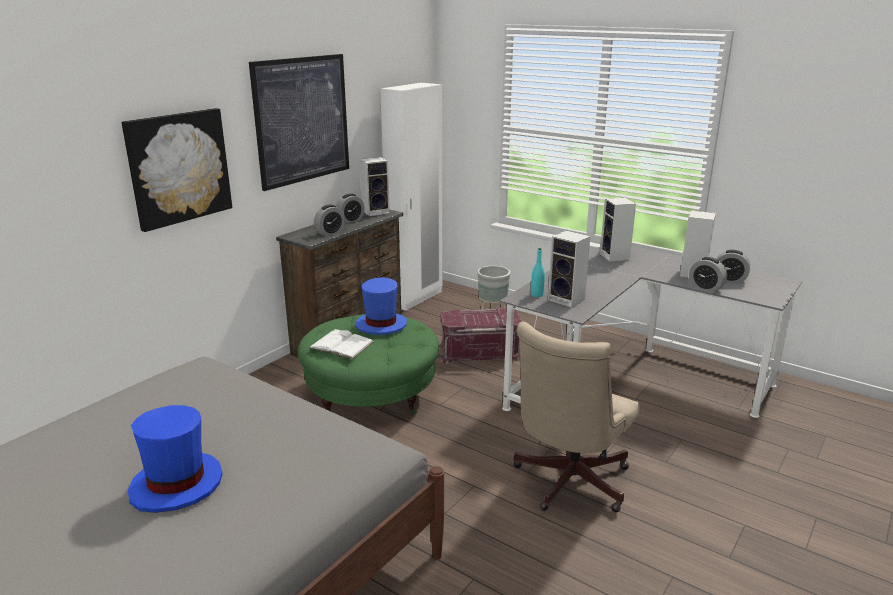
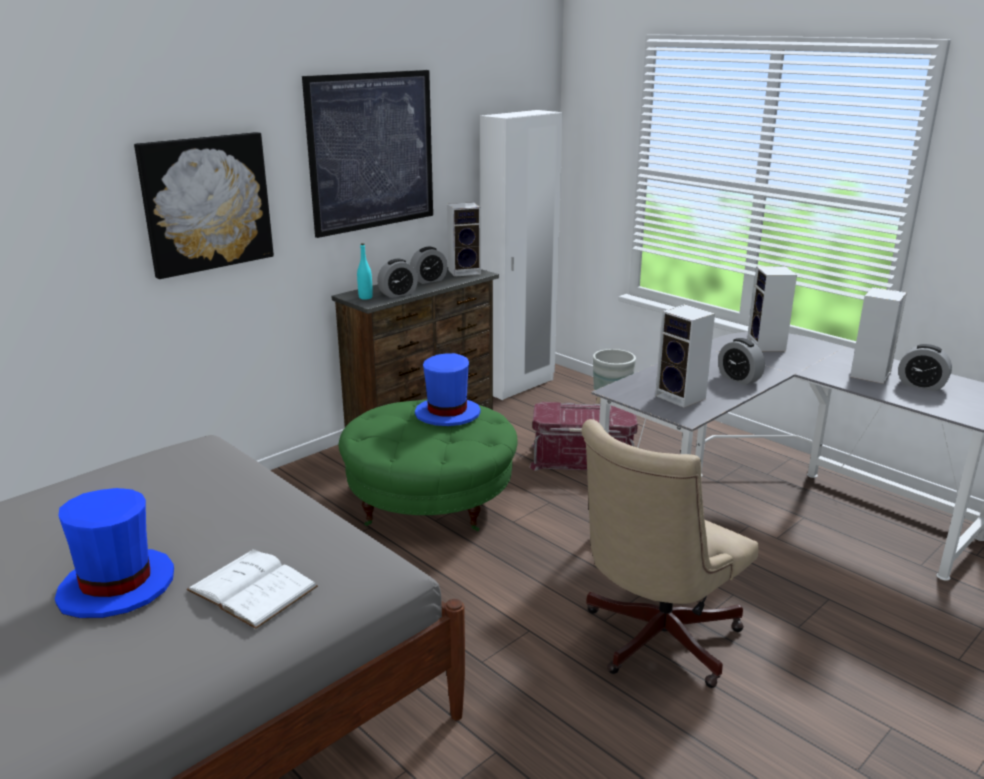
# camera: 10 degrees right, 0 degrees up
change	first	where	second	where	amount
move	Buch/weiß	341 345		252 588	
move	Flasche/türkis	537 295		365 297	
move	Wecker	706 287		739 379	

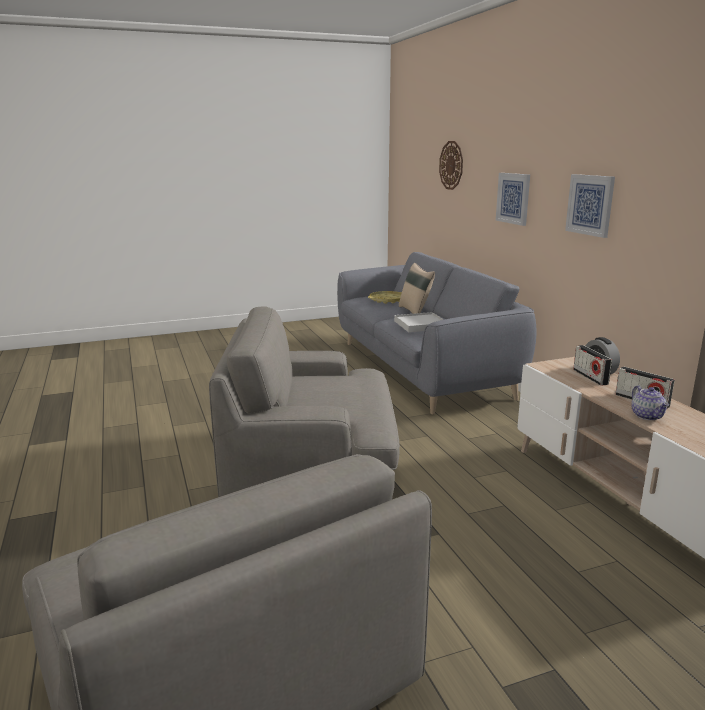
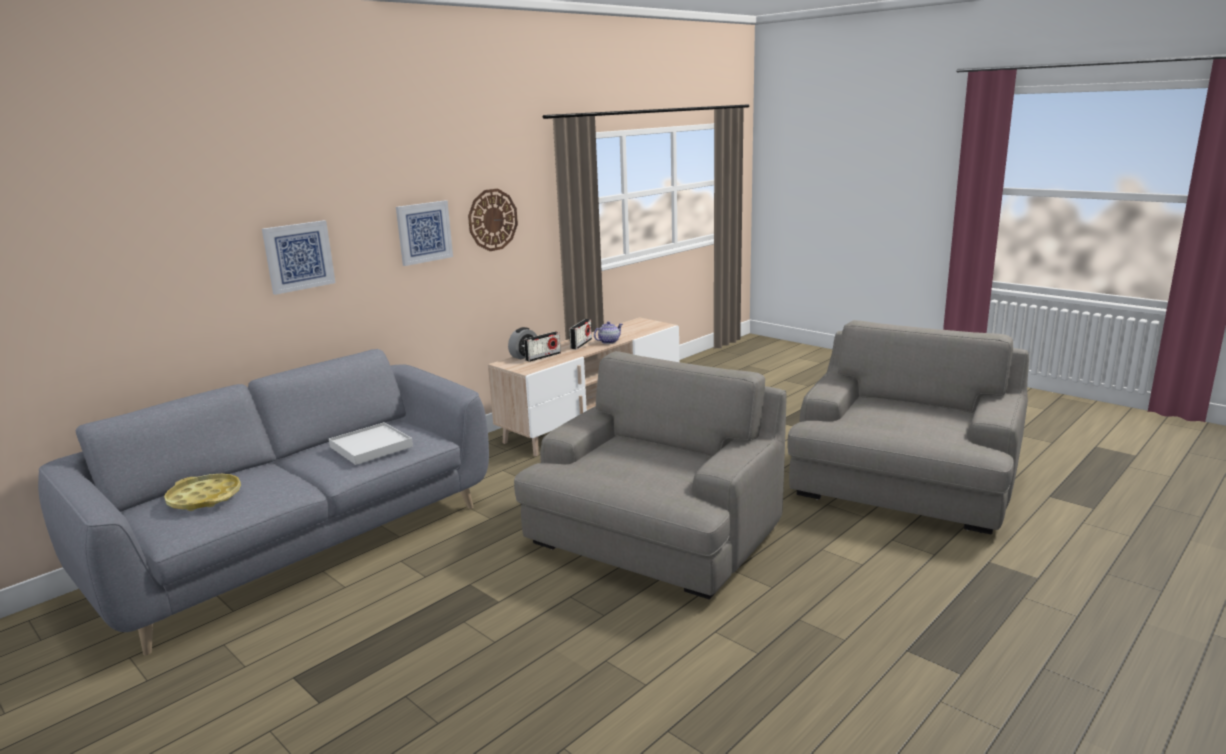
# camera: 115 degrees left, 0 degrees up
change	first	where	second	where	amount
rotate	Sessel/grau	312 466		654 537	120 degrees counterclockwise
delete	Kissen/beige	415 312			
move	Wanduhr	451 165		492 220	

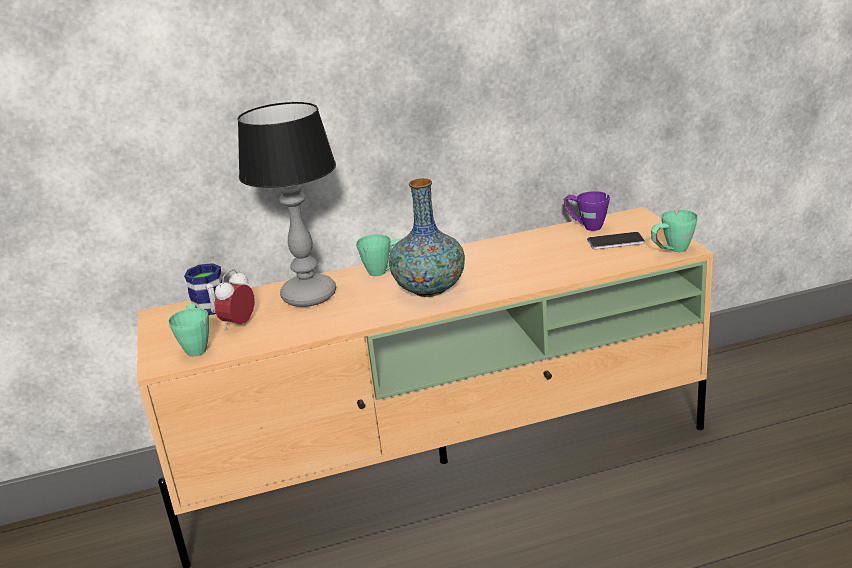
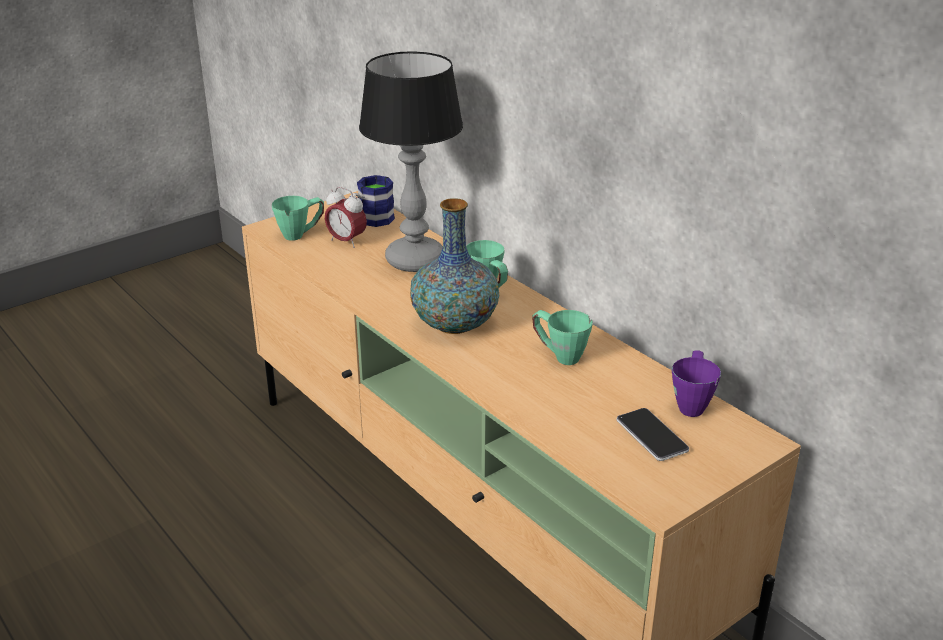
# camera: 65 degrees right, 5 degrees up
change	first	where	second	where	amount
rotate	Wecker	239 324		346 241	150 degrees counterclockwise
move	Henkelbecher/grün	671 250		559 355	

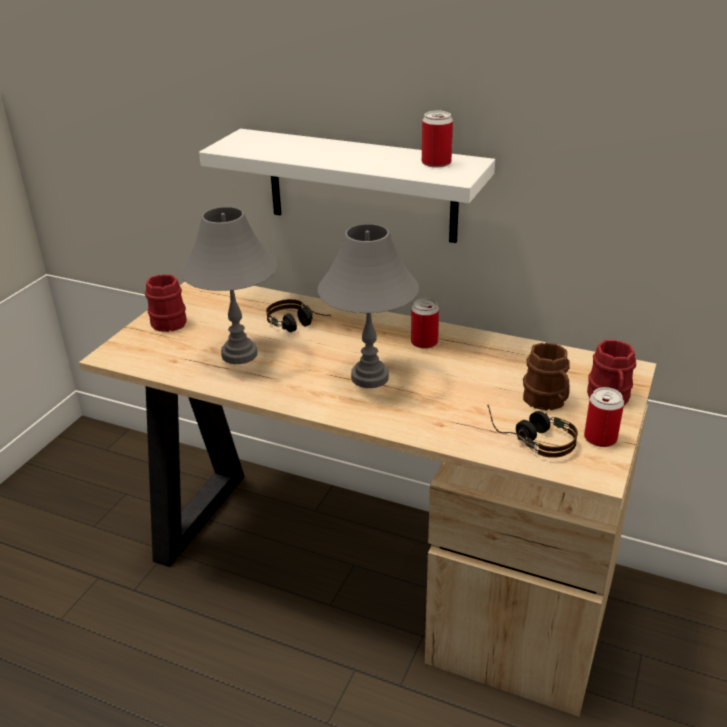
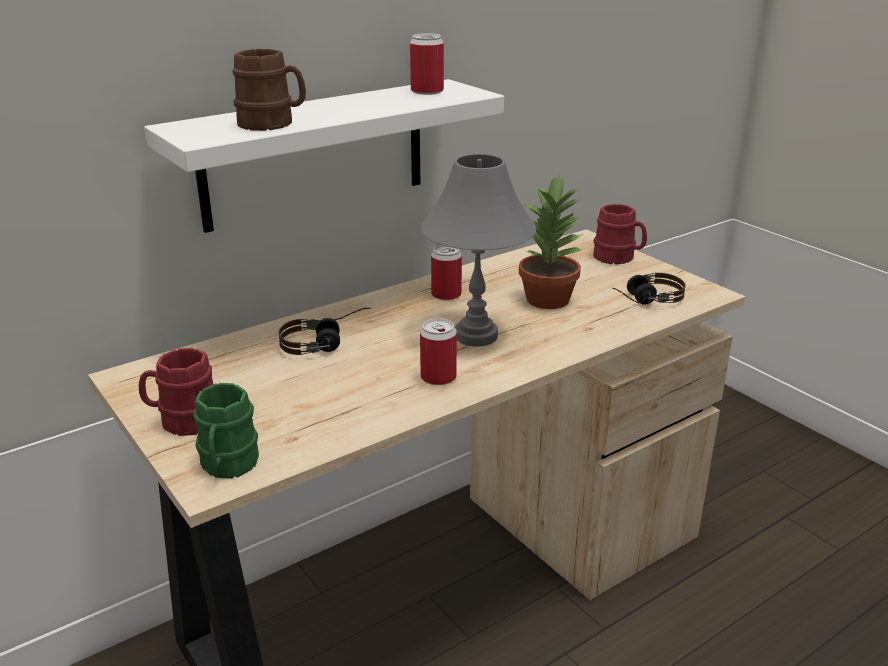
# camera: 60 degrees left, 5 degrees down
change	first	where	second	where	amount
delete	Tischlampe/grau	240 354			
move	Henkelbecher/braun	547 402		273 124	
move	Dose	600 438		438 377	
insert			Henkelbecher/grün	227 466	
insert			Topfpflanze	549 299	

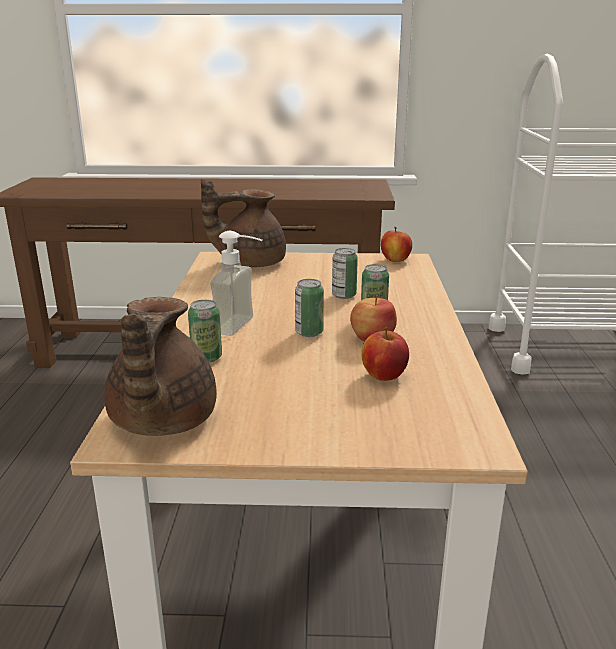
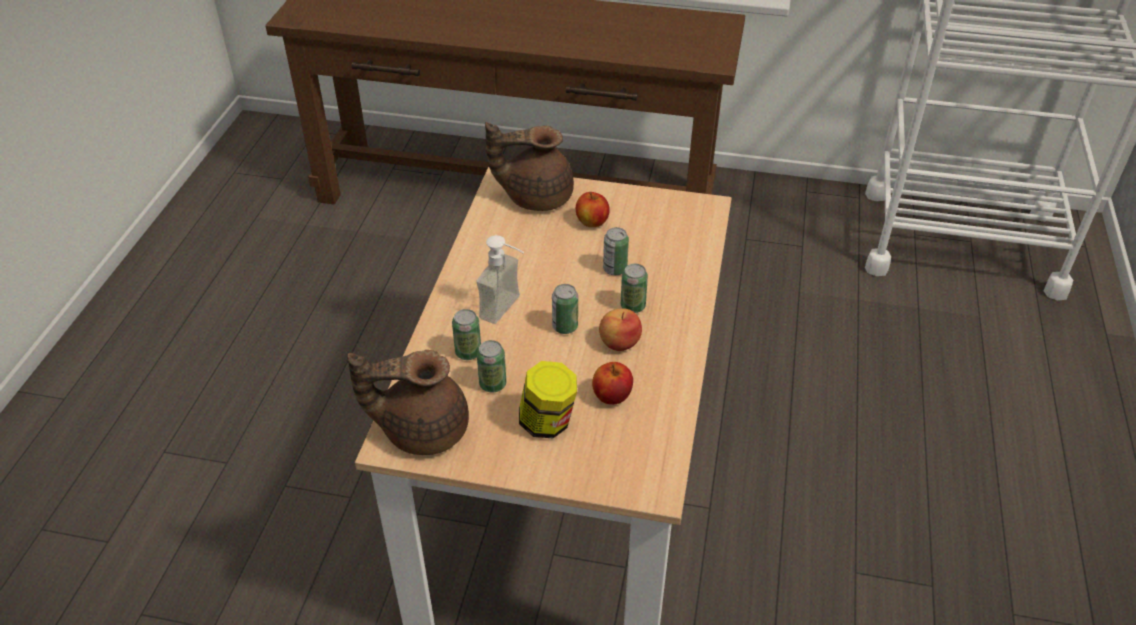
# camera: 10 degrees right, 20 degrees up
change	first	where	second	where	amount
rotate	Teekanne/braun	160 422		422 429	75 degrees clockwise
move	Apfel	395 260		592 222	
insert			Dose	492 384	
insert			Vorratsglas	547 423	

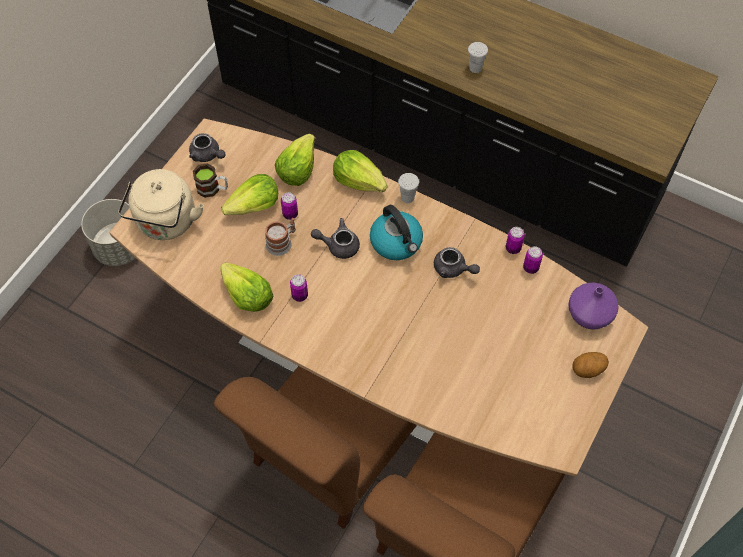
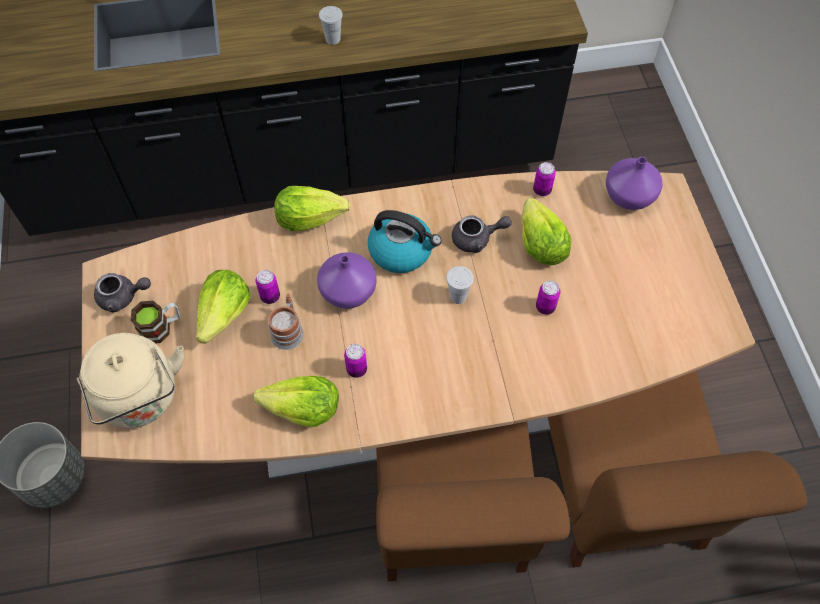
# camera: 40 degrees left, 0 degrees up
change	first	where	second	where	amount
move	Salatkopf	297 169		540 244	
replace	Teekanne/grau	338 245	Vase/lila	348 293	
move	Tasse/weiß	407 197		458 296	
move	Dose	513 248		545 307	
delete	Kartoffel	588 370			

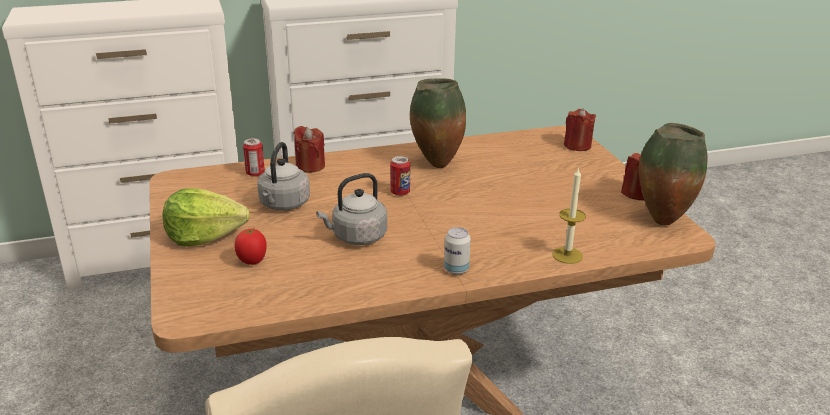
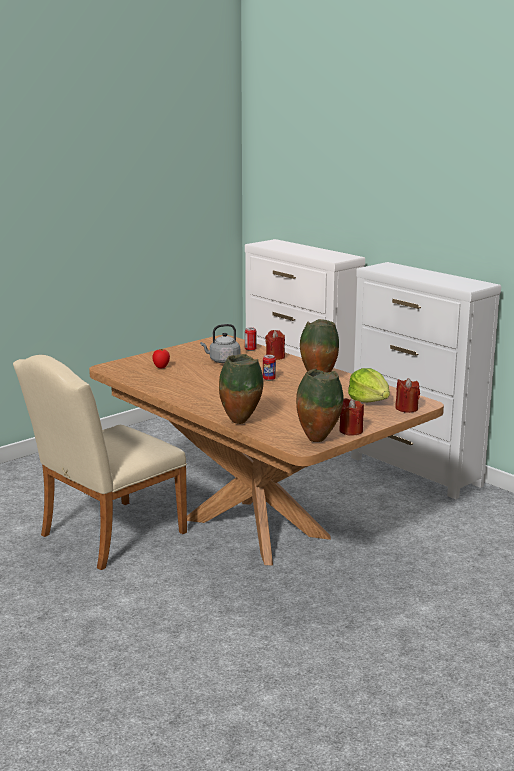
# camera: 65 degrees right, 10 degrees down
change	first	where	second	where	amount
move	Salatkopf	204 235		369 400	
delete	Wasserkessel/grau	356 237			
delete	Dose	456 269			
replace	Kerze	567 255	Vase	241 422	

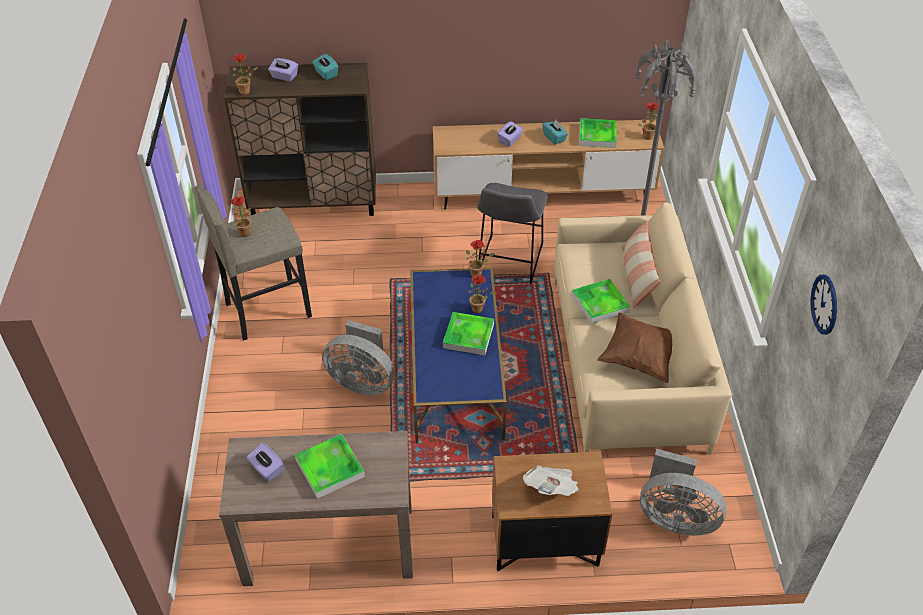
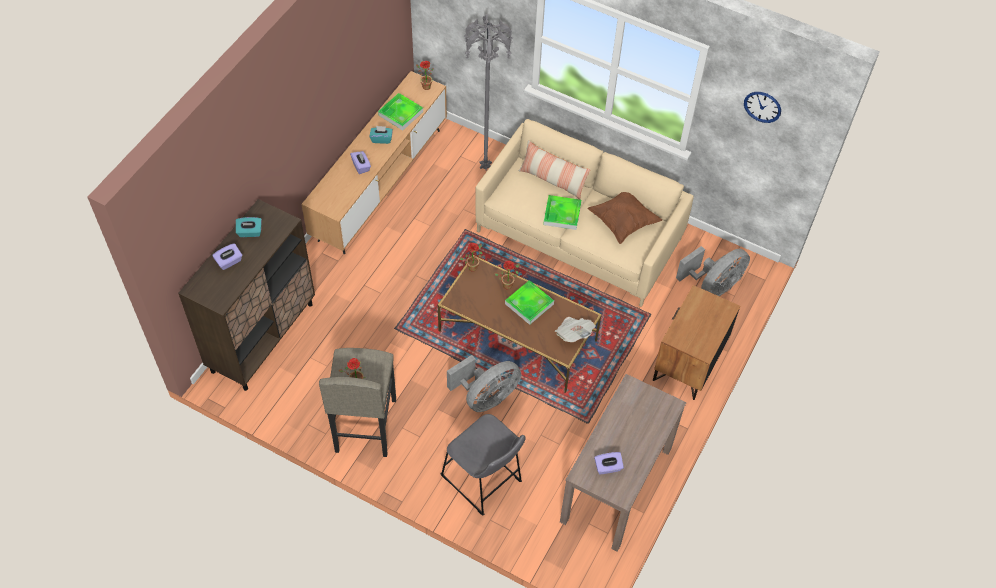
# camera: 60 degrees left, 10 degrees up
change	first	where	second	where	amount
delete	Topfpflanze	247 91			
delete	Tablett	330 468			
recolor	Couchtisch/blau	456 371	Couchtisch/braun	518 336	
move	Hocker/grau	508 262		484 482	
move	Zeitung	551 488		574 334	

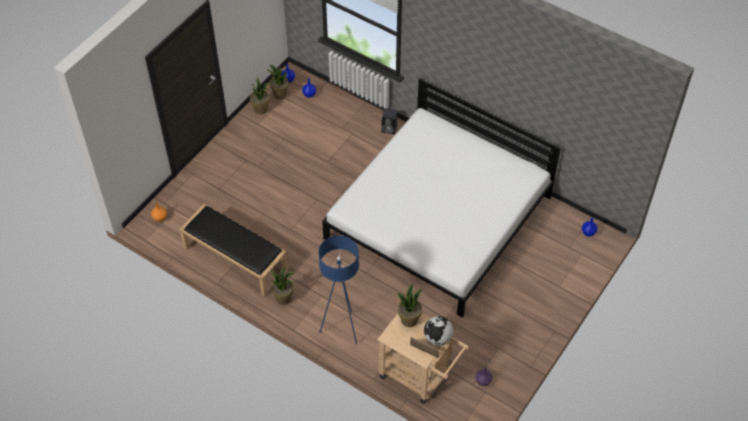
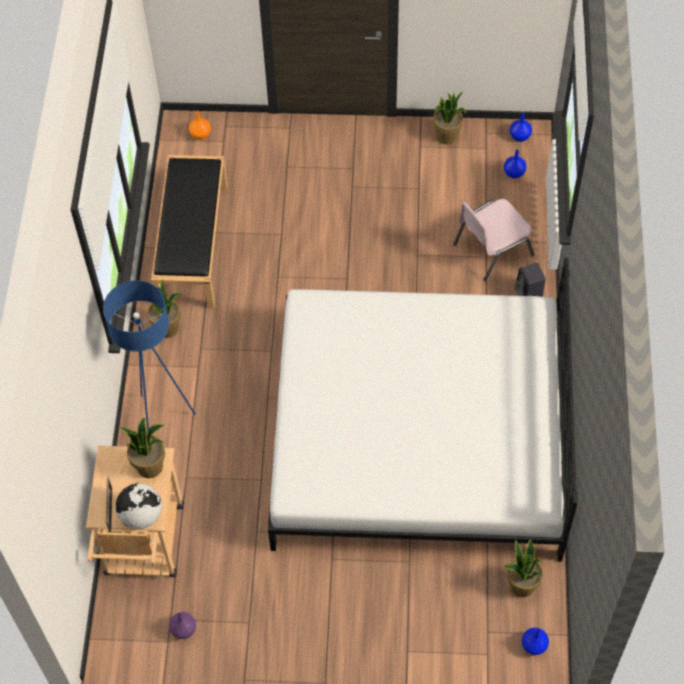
# camera: 60 degrees right, 5 degrees up
change	first	where	second	where	amount
move	Topfpflanze	279 94		521 585	
insert			Stuhl/rosa	491 249	

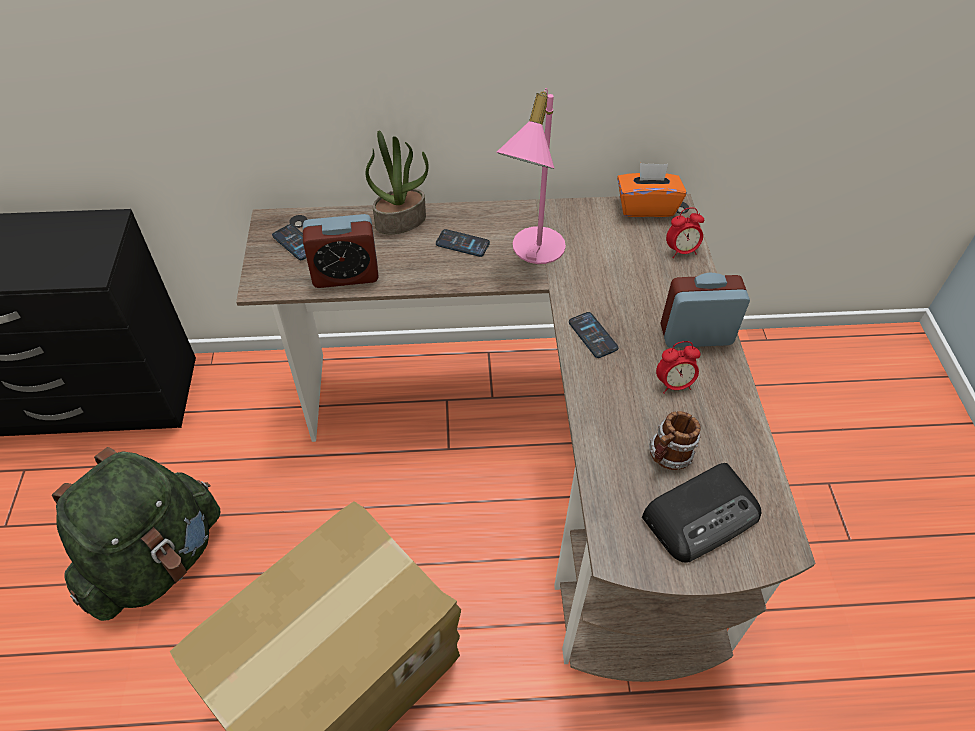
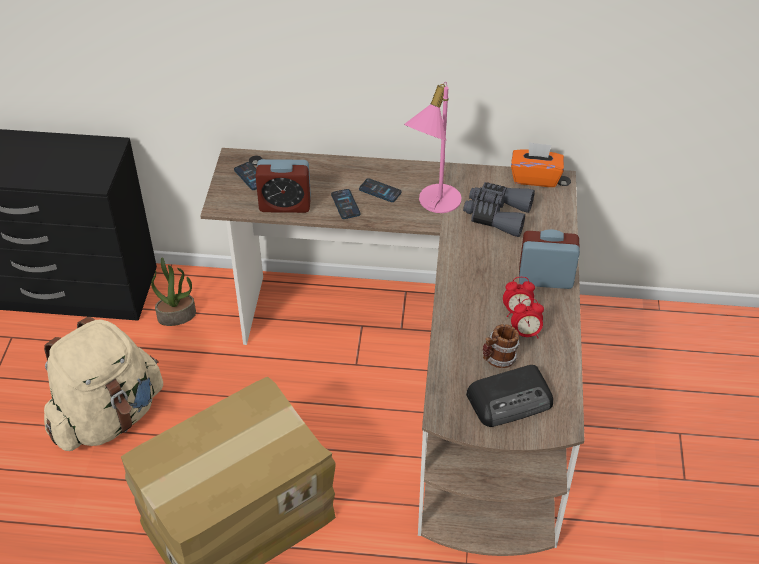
# camera: 10 degrees right, 5 degrees down
change	first	where	second	where	amount
recolor	Rucksack/grün	157 560	Rucksack/beige	108 417	
move	Topfpflanze	401 220		177 315	
move	Handy	593 335		345 204	
move	Wecker	681 251		526 333	
insert			Fernglas/grau	497 215	

